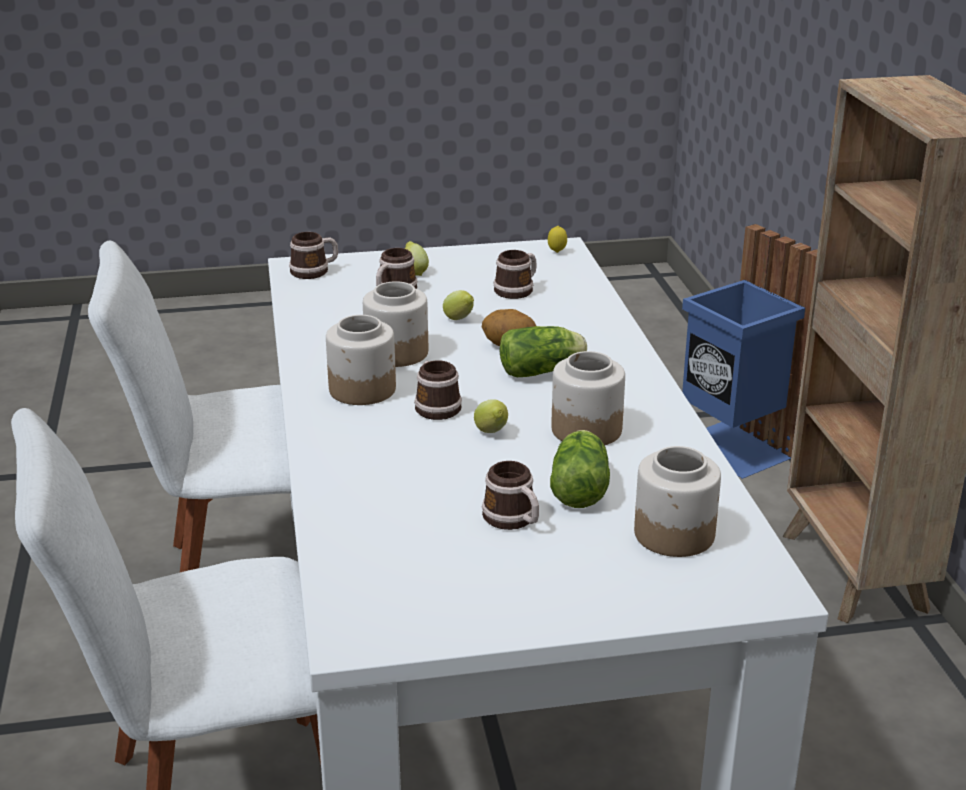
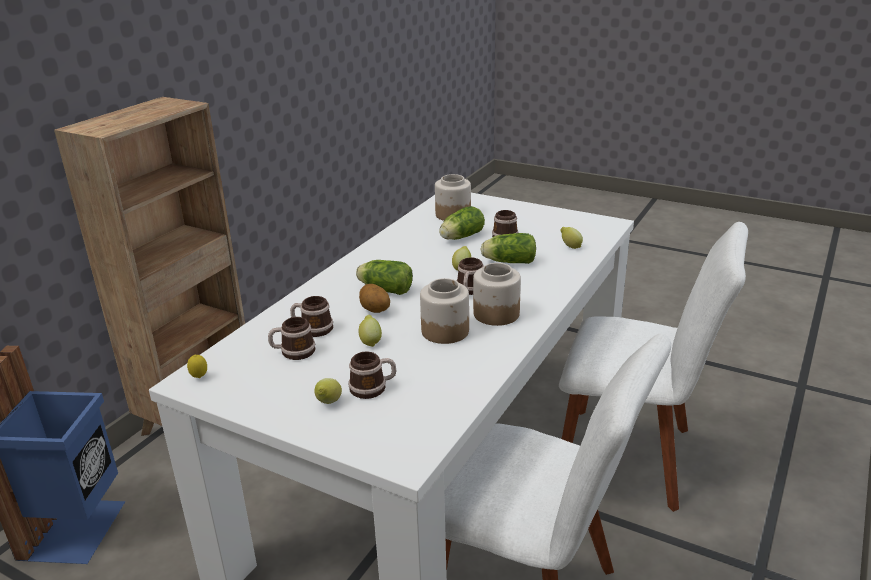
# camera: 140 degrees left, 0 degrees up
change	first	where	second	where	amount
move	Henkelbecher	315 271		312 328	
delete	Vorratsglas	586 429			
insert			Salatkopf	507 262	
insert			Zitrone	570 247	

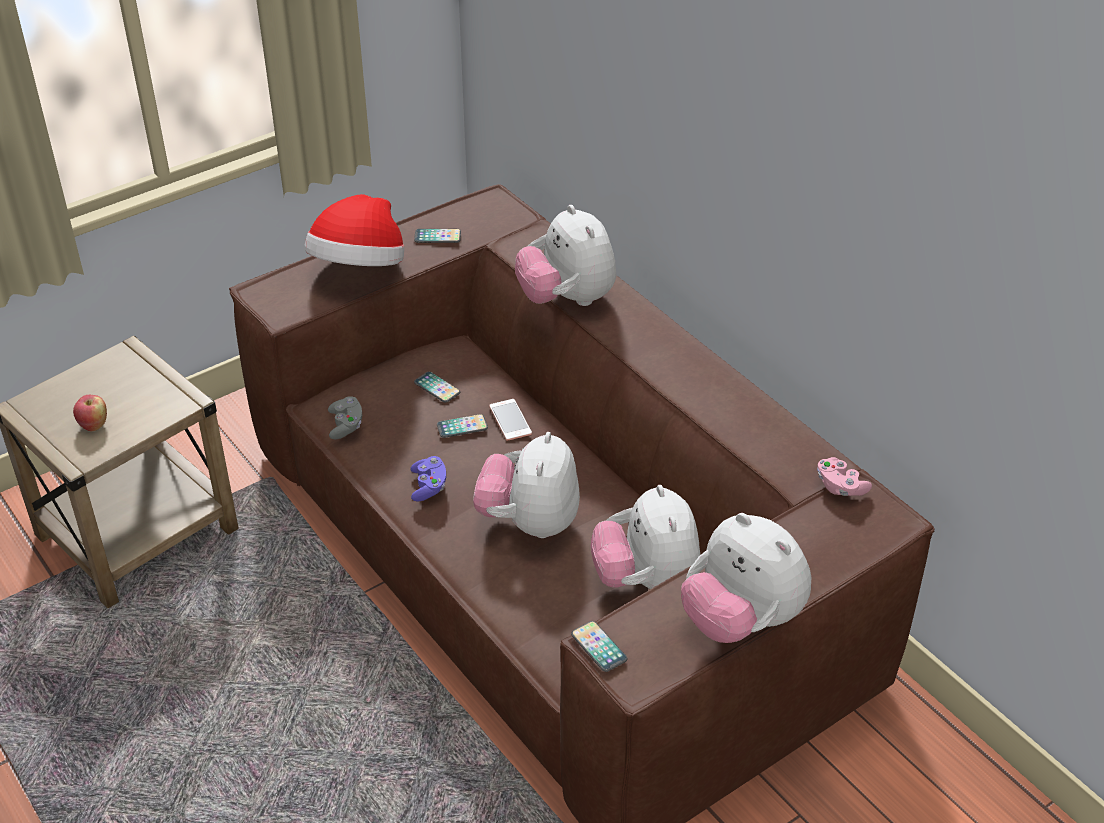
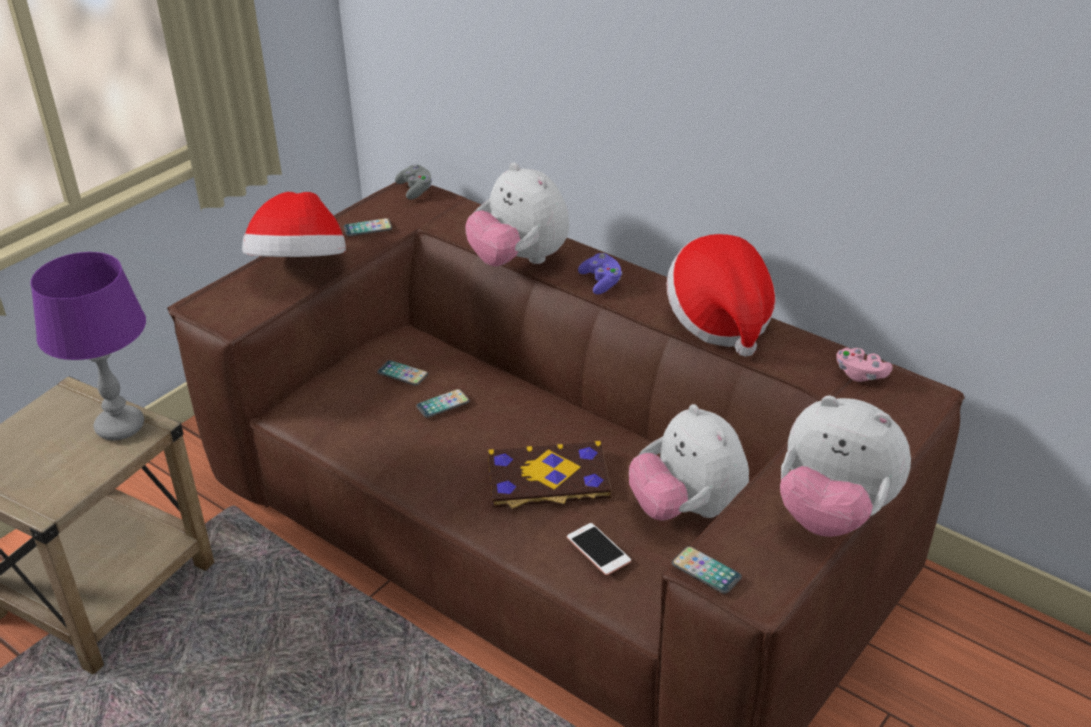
# camera: 15 degrees left, 5 degrees down
change	first	where	second	where	amount
delete	Apfel	93 425			
move	Gamepad/grau	346 425		415 190	
move	Gamepad/lila	428 486		601 282	
replace	Plüschtier	529 522	Buch	548 479	
move	Handy	510 420		598 549	
insert			Tischlampe/lila	120 427	
insert			Hut	720 321	

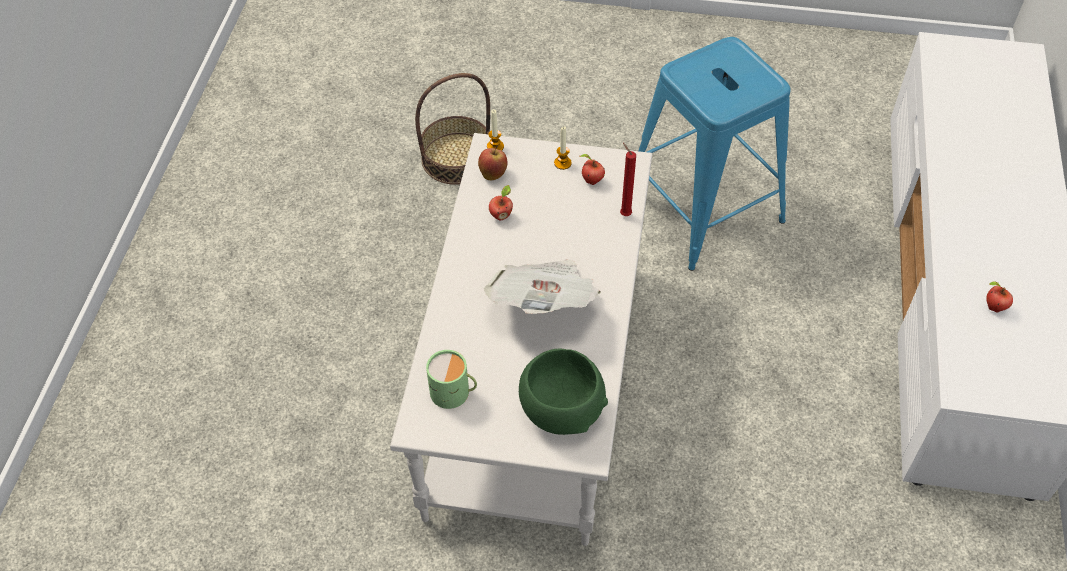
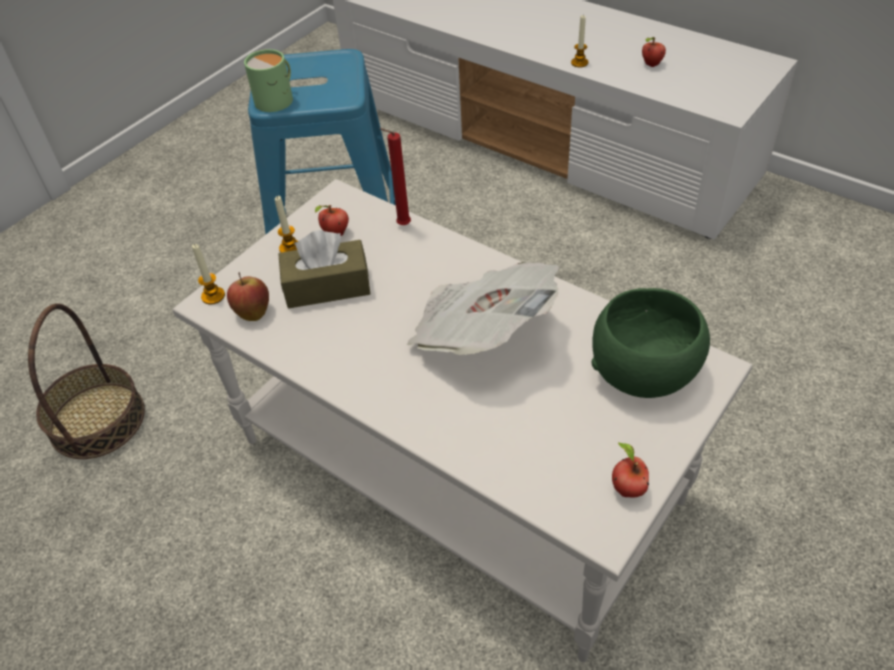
# camera: 60 degrees left, 5 degrees down
change	first	where	second	where	amount
move	Henkelbecher/grün	454 393		277 99	
move	Apfel	501 215		626 489	
insert			Taschentuchbox/braun	327 287	
insert			Kerze	579 63	

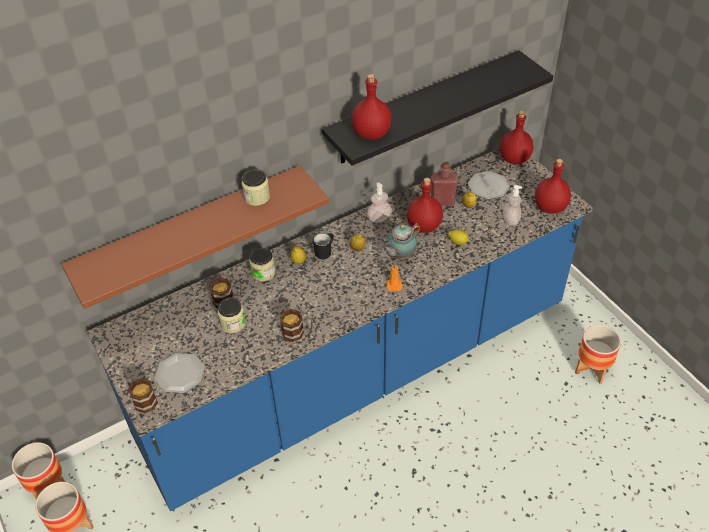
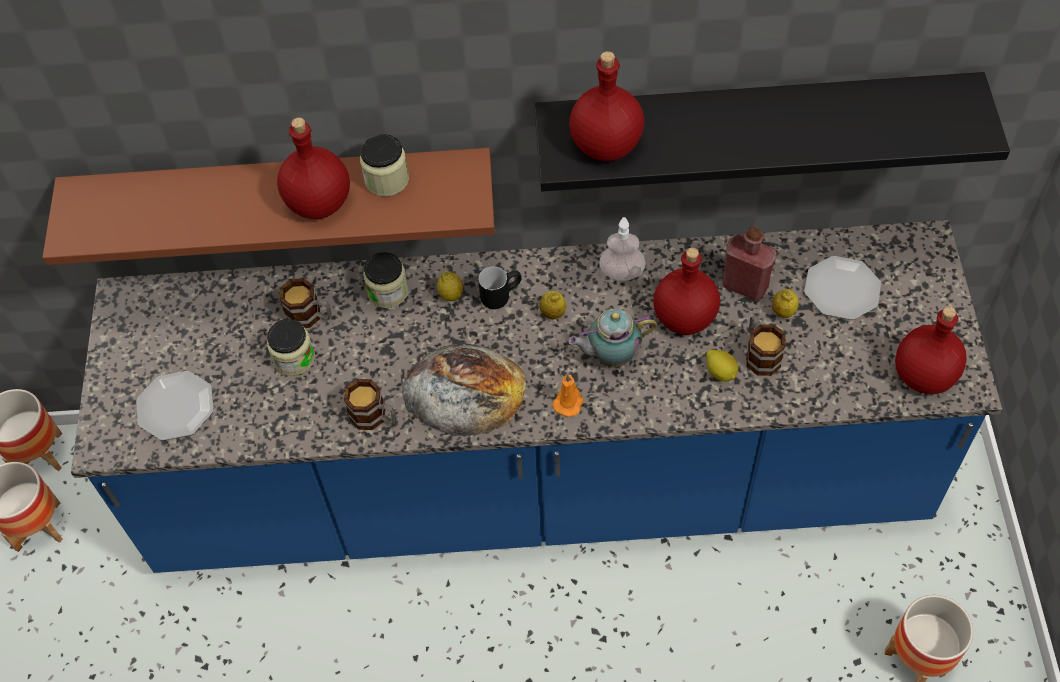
# camera: 30 degrees right, 10 degrees up
change	first	where	second	where	amount
move	Henkelbecher	142 400		759 354	
move	Flasche/rot	514 158		320 202	
delete	Seifenspender	511 220			
insert			Brot	464 389	

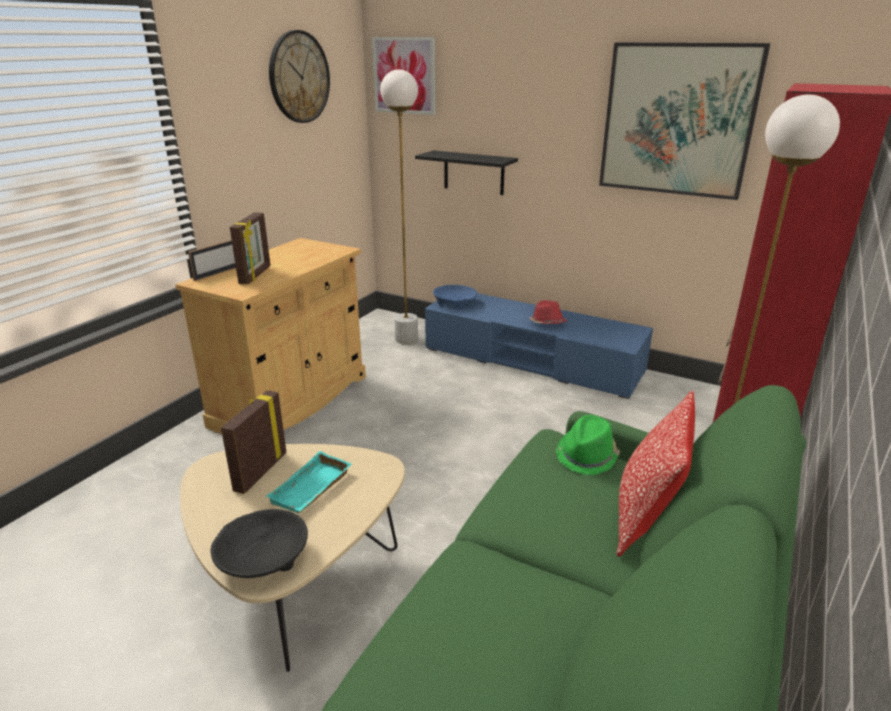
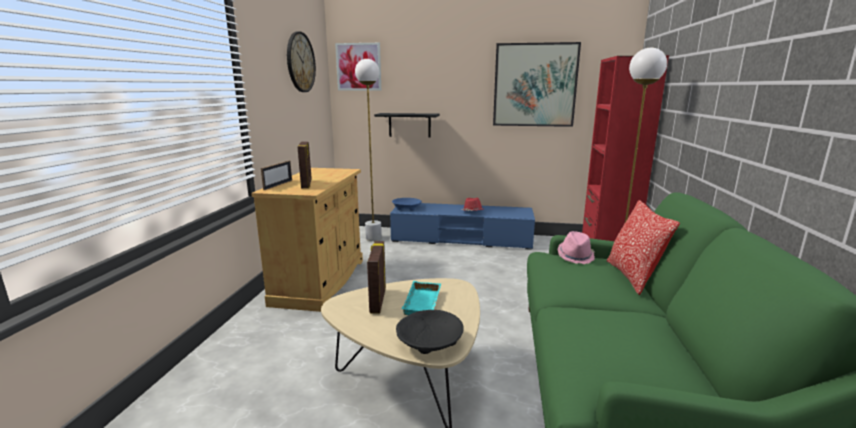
# camera: 20 degrees left, 10 degrees down
change	first	where	second	where	amount
recolor	Hut/grün	587 456	Hut/rosa	575 256	

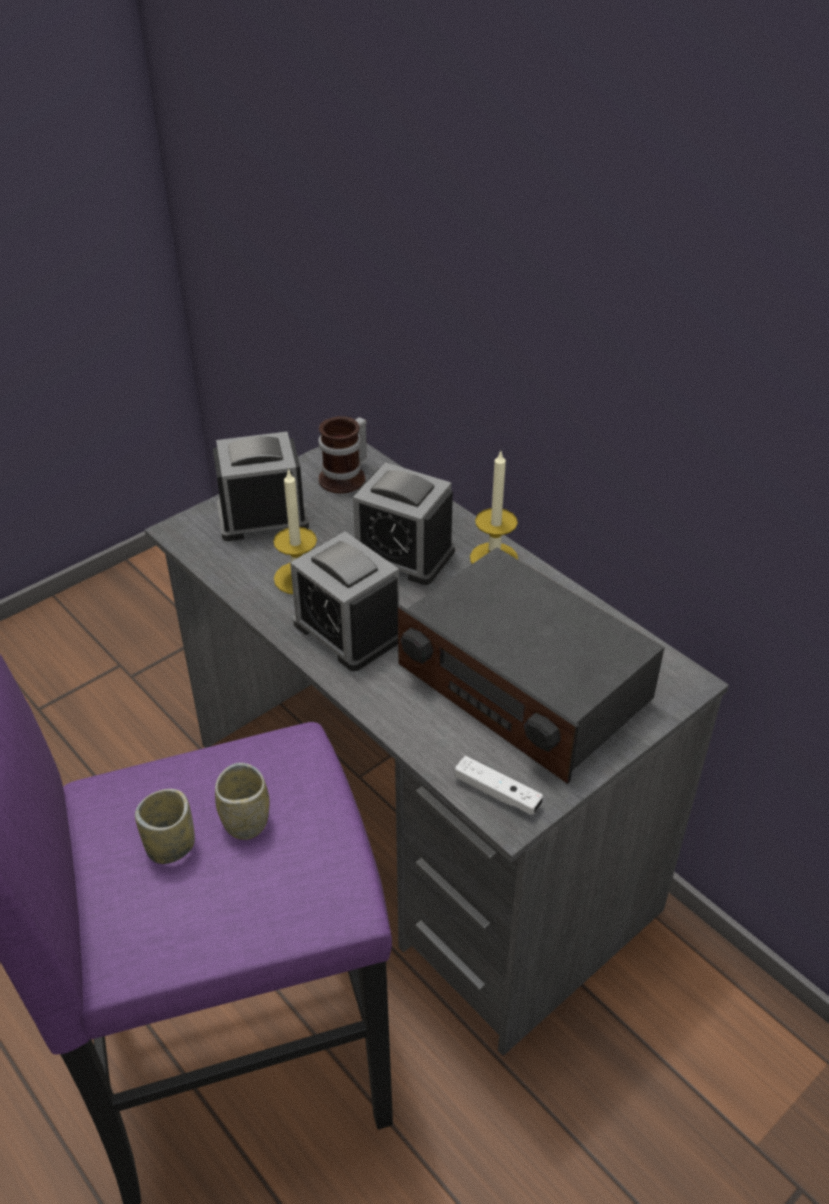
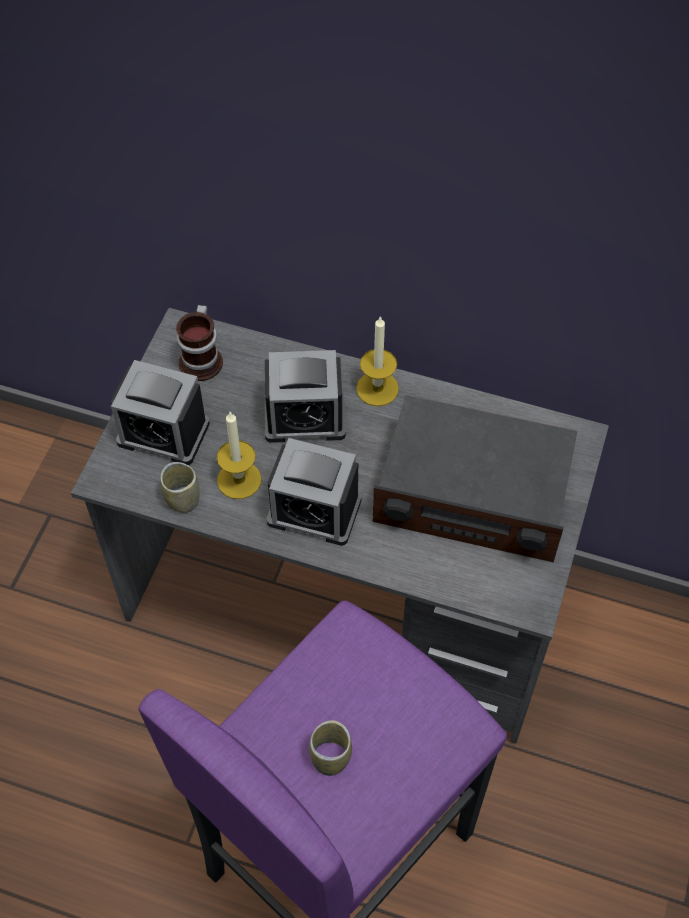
# camera: 30 degrees left, 15 degrees up
change	first	where	second	where	amount
rotate	Wecker	262 517		163 433	120 degrees counterclockwise
move	Tasse	246 821		182 499	
delete	Gamepad/weiß	497 793			

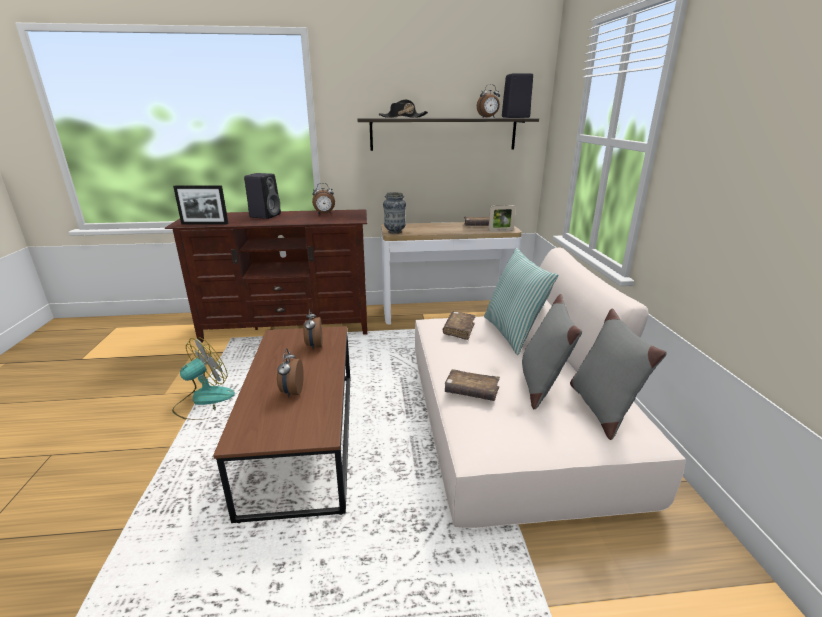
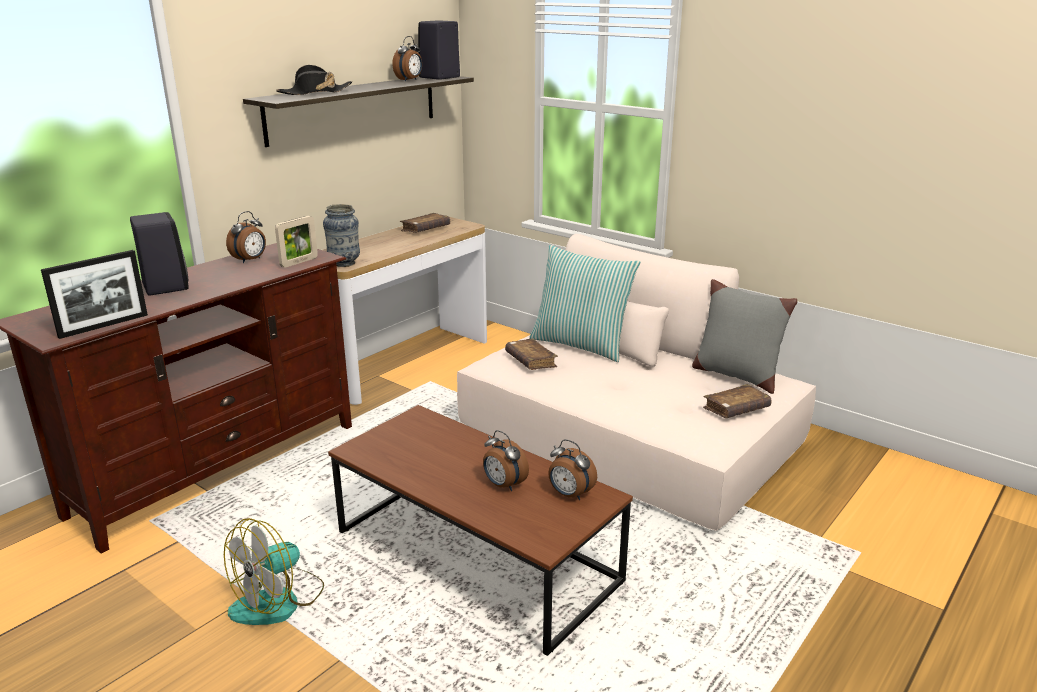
# camera: 45 degrees left, 0 degrees up
change	first	where	second	where	amount
rotate	Ventilator	204 401		278 601	135 degrees counterclockwise
move	Wecker	314 345		569 495	
move	Buch/braun	471 391		736 409	
move	Bilderrahmen	501 230		299 262	
delete	Kissen/grau	541 384			

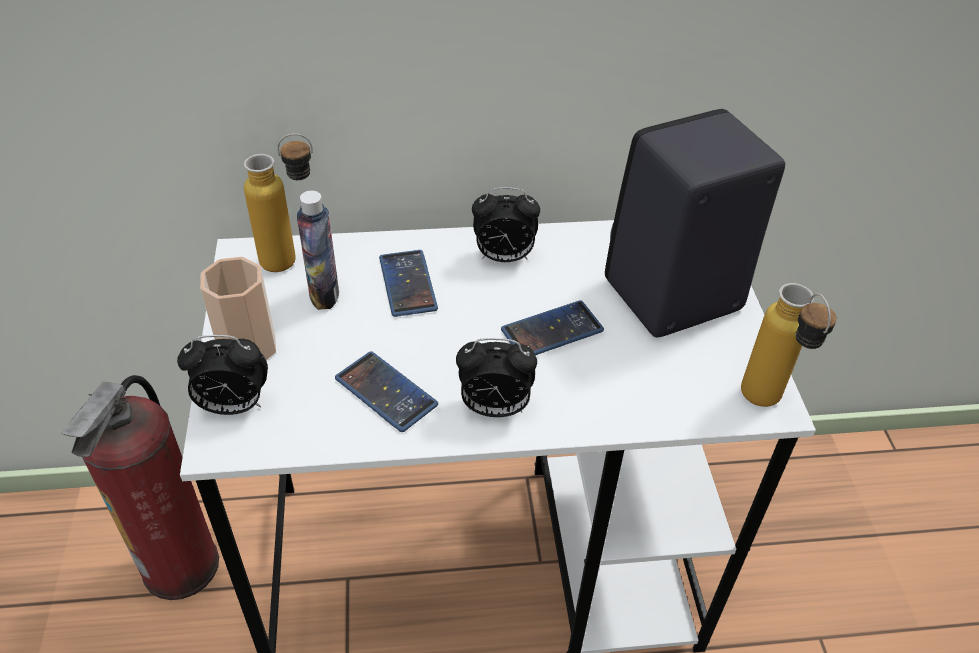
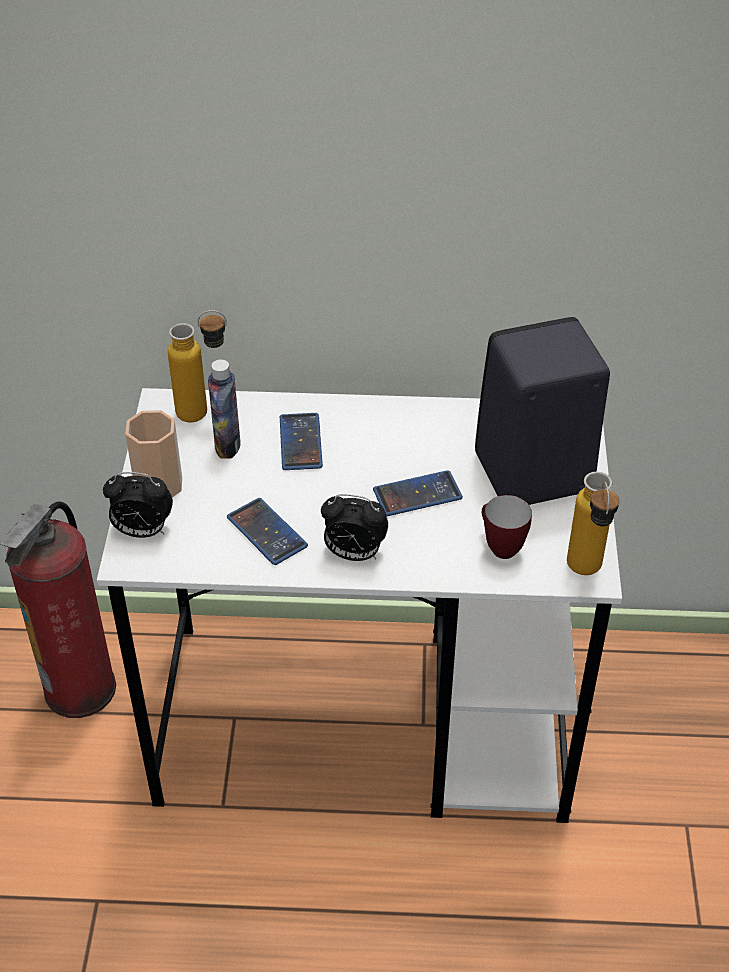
# camera: 10 degrees right, 0 degrees up
change	first	where	second	where	amount
delete	Wecker	503 257			
insert			Henkelbecher	499 546	

